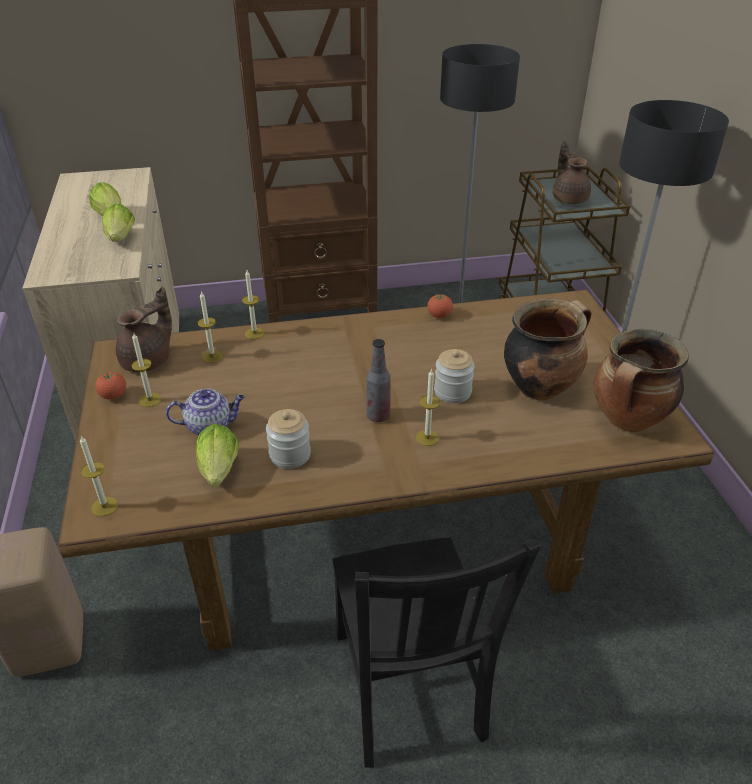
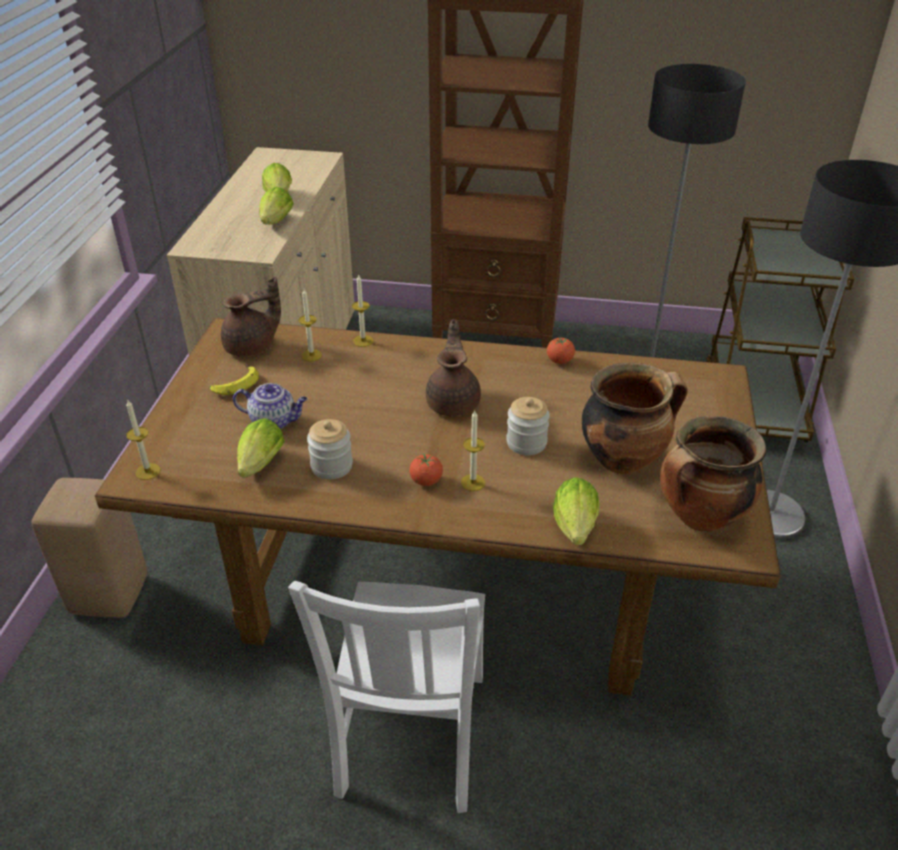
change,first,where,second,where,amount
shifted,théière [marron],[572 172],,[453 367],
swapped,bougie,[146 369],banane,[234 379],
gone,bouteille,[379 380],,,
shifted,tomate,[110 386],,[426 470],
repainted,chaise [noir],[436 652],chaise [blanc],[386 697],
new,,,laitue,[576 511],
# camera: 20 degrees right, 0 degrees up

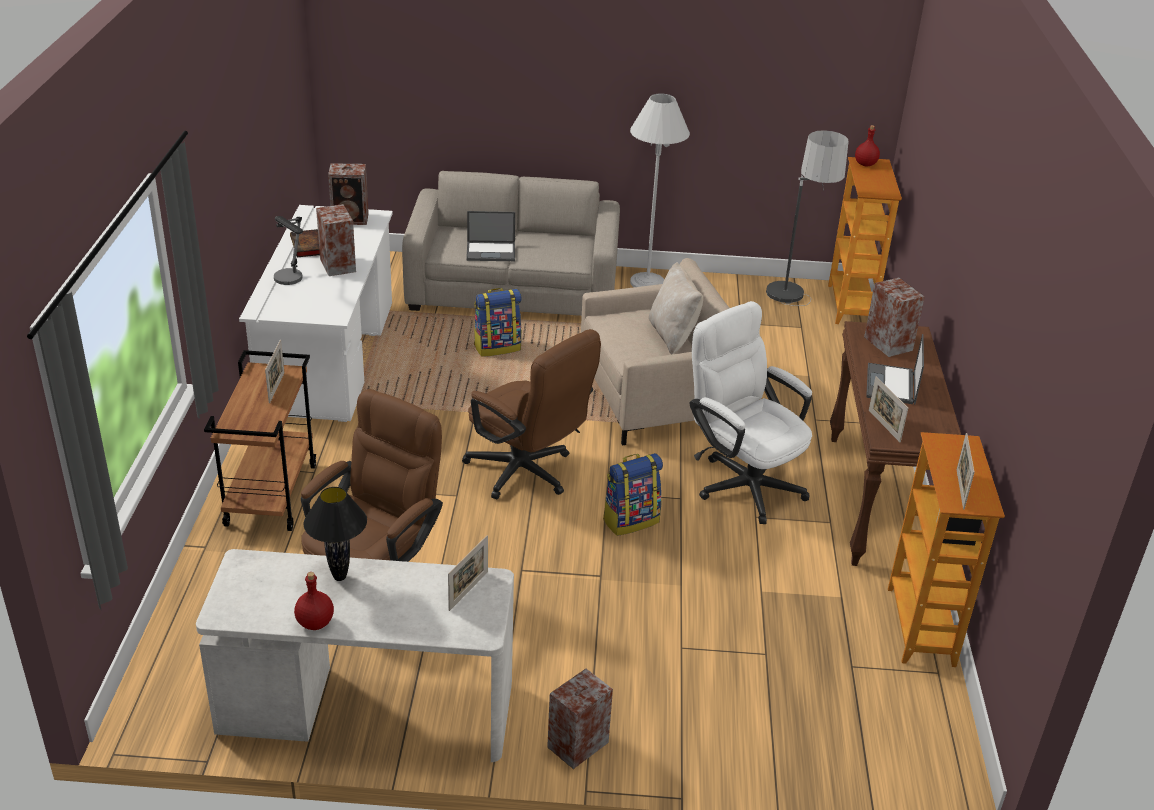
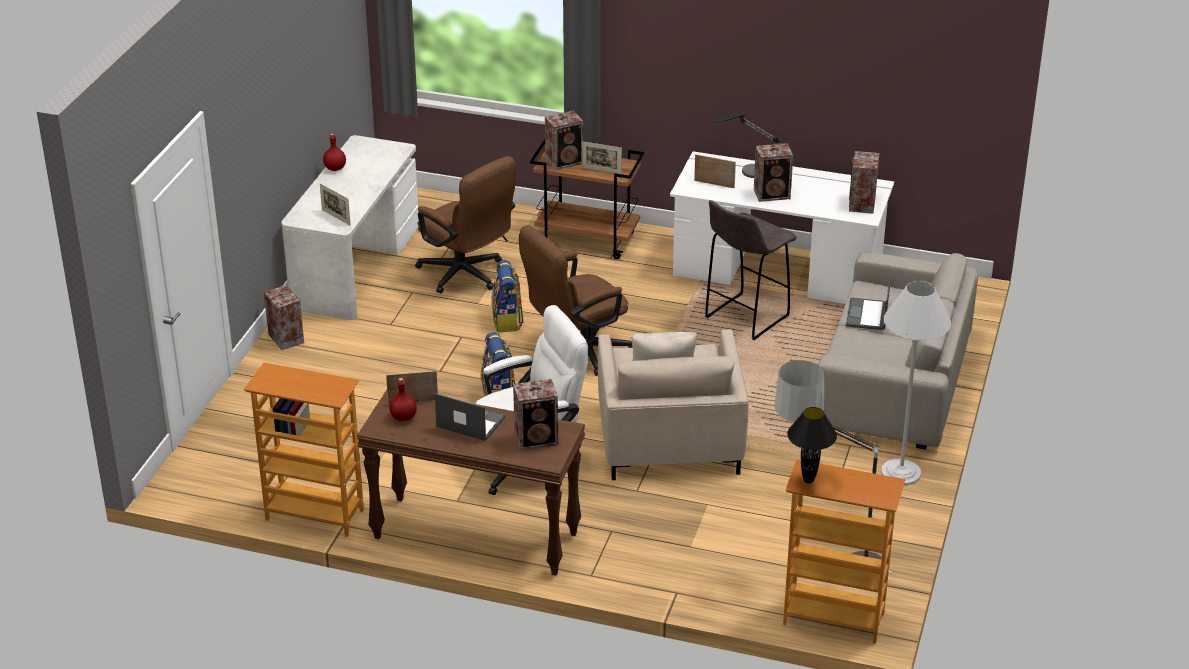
change,first,where,second,where,amount
shifted,bouteille [rouge],[867 146],,[403 399],
gone,livre,[305 243],,,
shifted,sac à dos,[498 322],,[507 296],
shifted,cadre photo,[965 471],,[715 171],
shifted,lampe de table [noir],[335 534],,[812 445],
new,,,enceinte,[564 140],
new,,,tabouret [gris],[751 270],
# camera: 105 degrees right, 0 degrees up

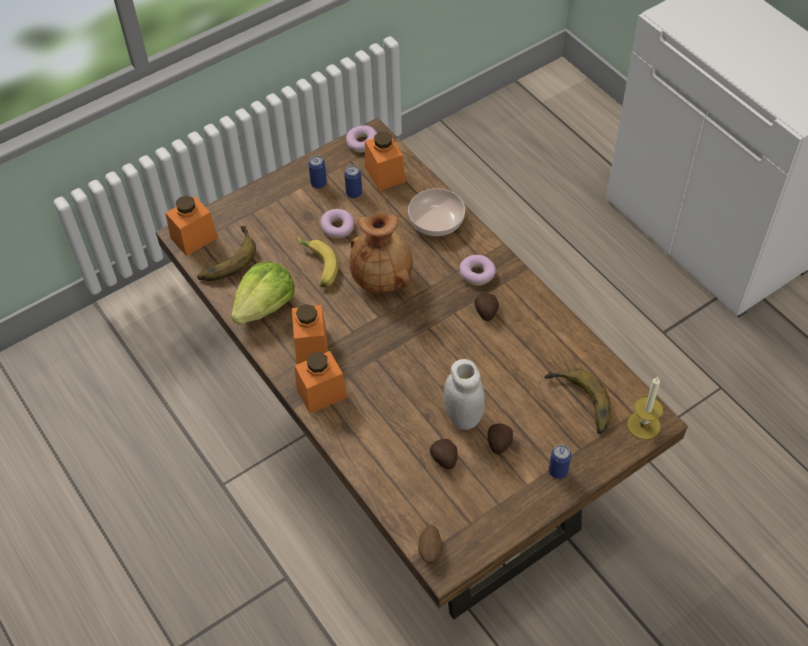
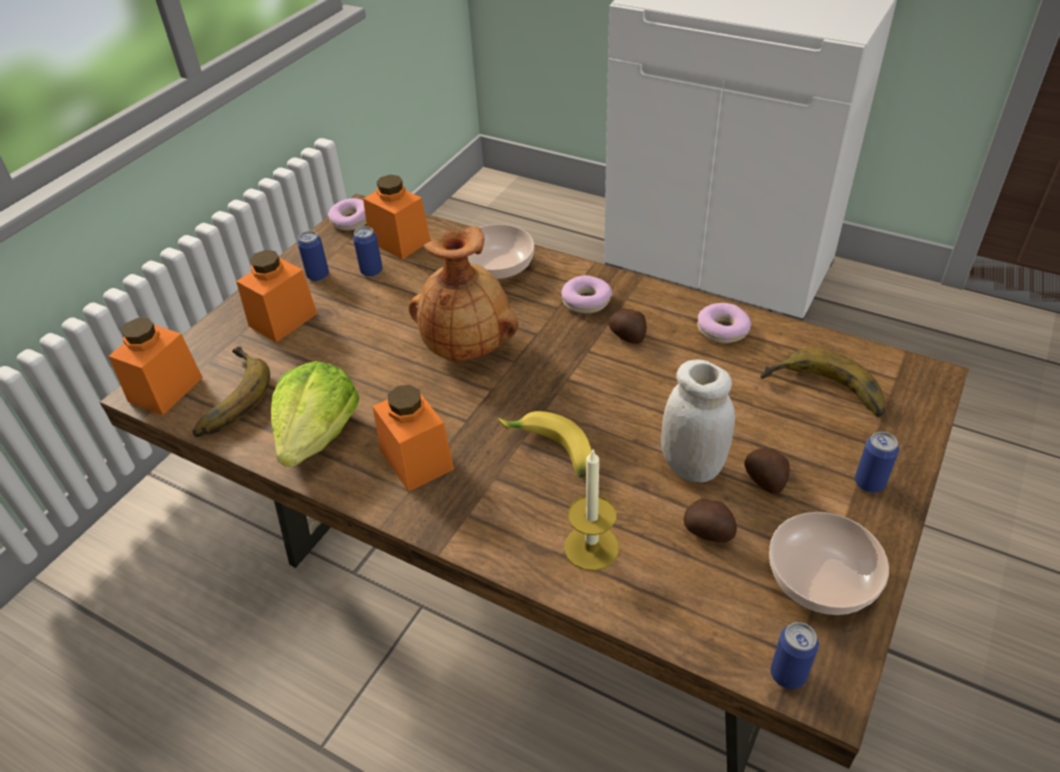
change,first,where,second,where,amount
shifted,beignet,[337 223],,[724 323],
shifted,banane,[318 261],,[545 444],
shifted,bocal [orange],[321 382],,[276 296],
shifted,bougie,[645 408],,[591 509],
swapped,pomme de terre,[430 544],boîte métallique,[795 655],
new,,,bol,[829 563],
# camera: 25 degrees left, 10 degrees down

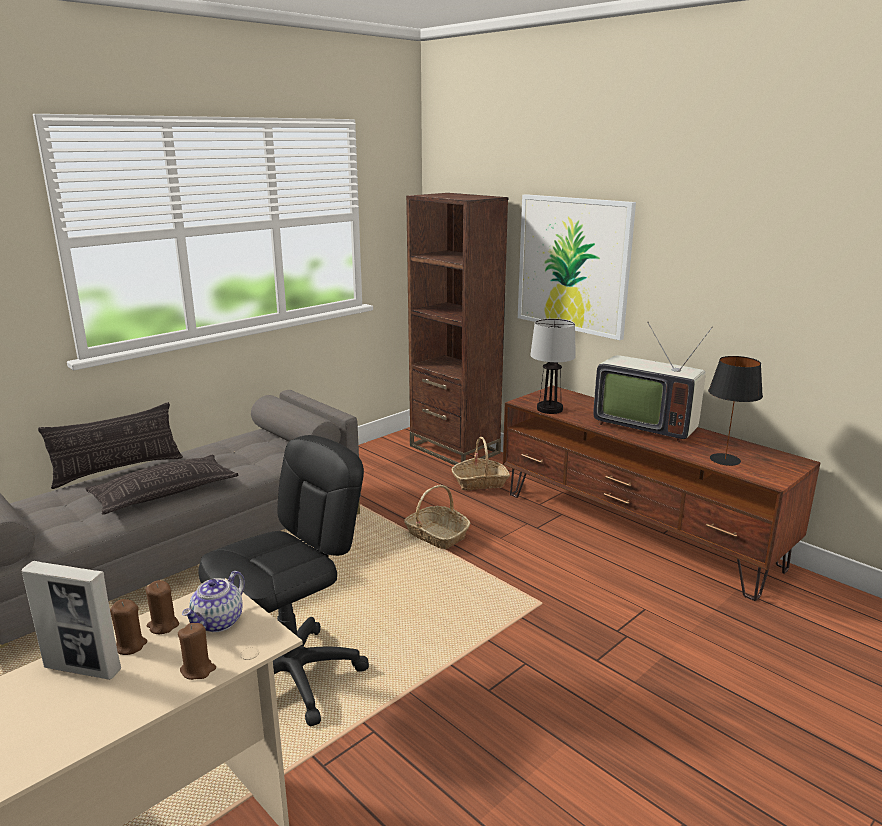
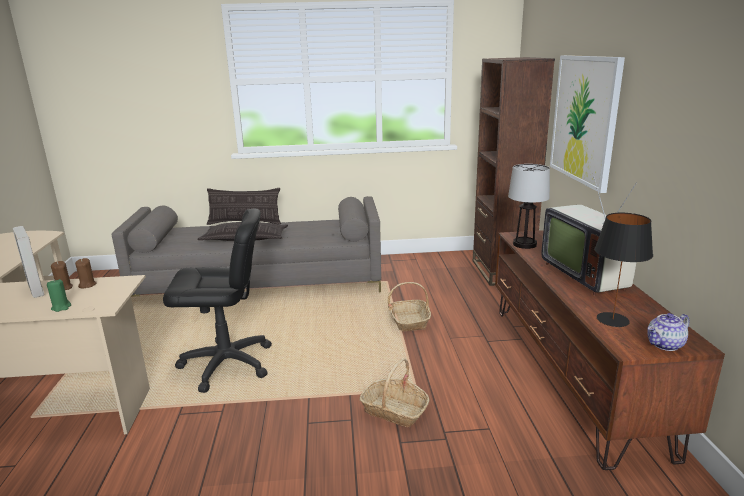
change,first,where,second,where,amount
shifted,panier,[481 463],,[394 392],
shifted,théière,[213 601],,[668 332],
repainted,bougie [marron],[197 651],bougie [vert],[59 295],
# camera: 40 degrees right, 0 degrees up

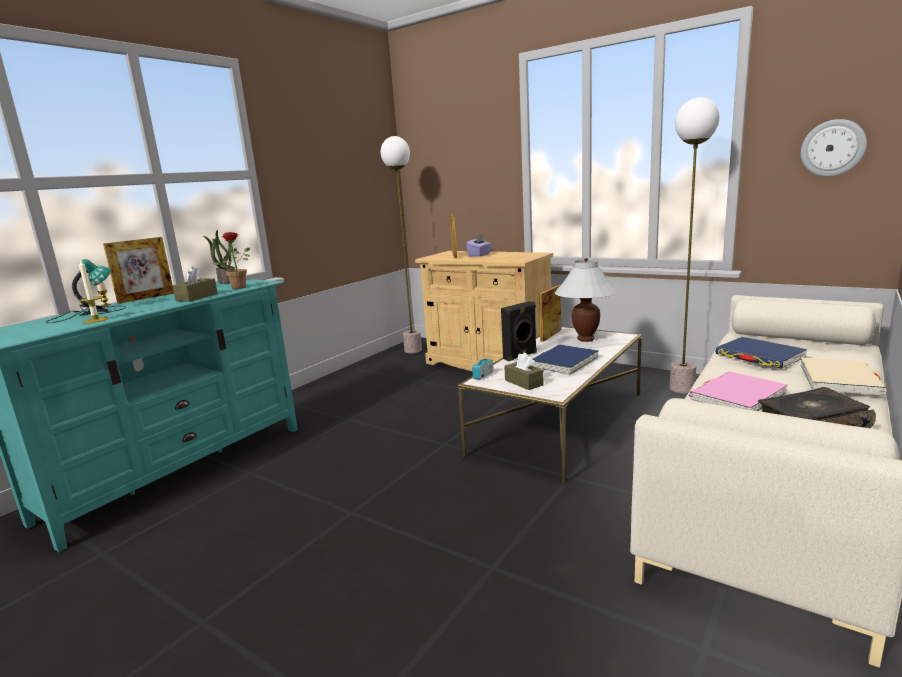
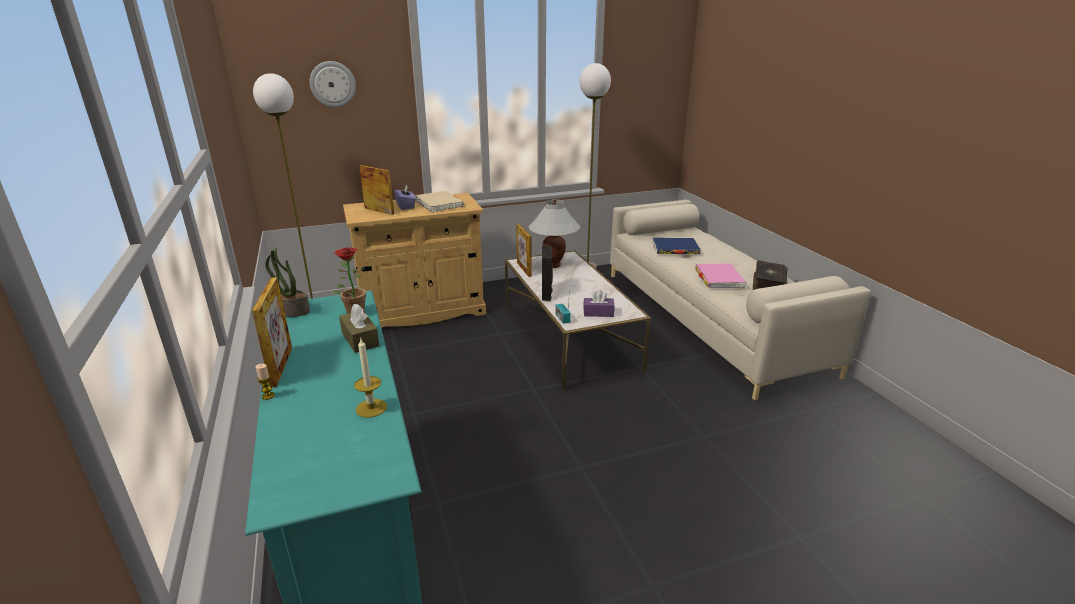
change,first,where,second,where,amount
shifted,horloge murale,[834 148],,[333 84],
gone,lampe de table,[85 291],,,
gone,livre [bleu],[565 359],,,
repainted,boîte à mouchoirs [marron],[524 371],boîte à mouchoirs [violet],[599 303],
shifted,livre [beige],[844 376],,[439 202],
# camera: 55 degrees left, 10 degrees up

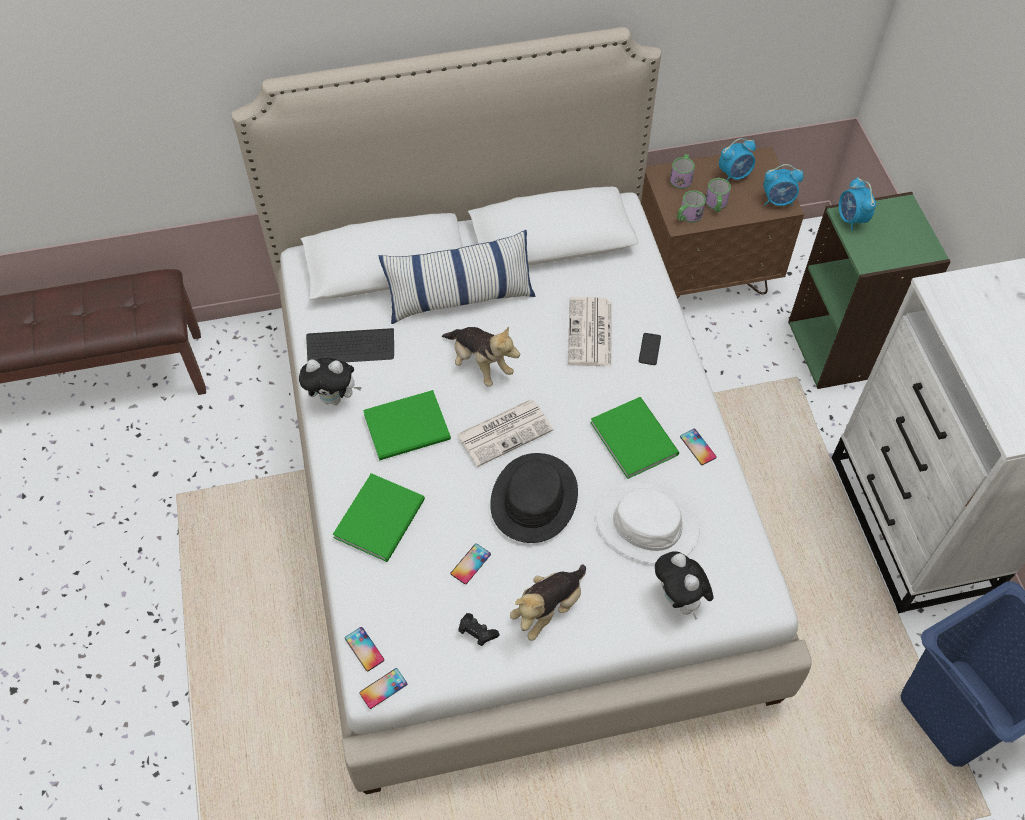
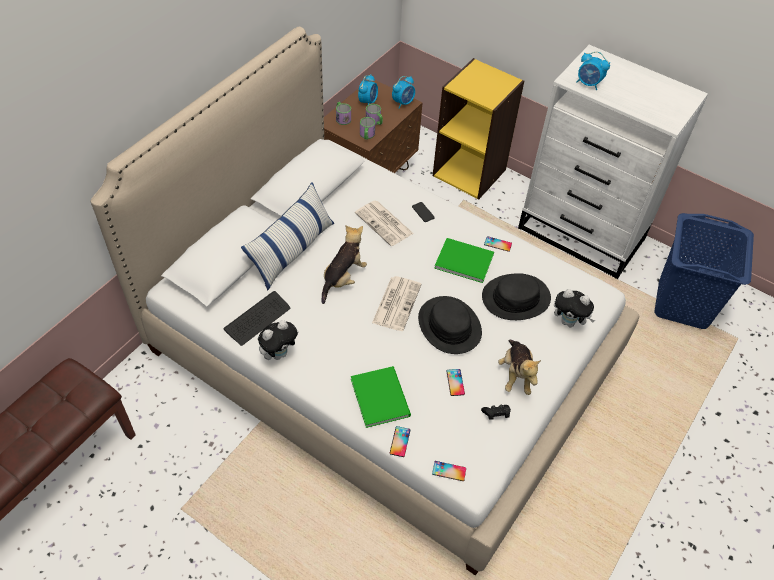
change,first,where,second,where,amount
shifted,réveil,[857 204],,[593 71],
repainted,bibliothèque [vert],[869 290],bibliothèque [jaune],[478 129],
rotated,peluche,[481 356],,[344 264],60 degrees counterclockwise
gone,livre [vert],[407 425],,,
repainted,chapeau [blanc],[647 523],chapeau [noir],[516 296],
shifted,téléphone,[383 688],,[400 441],
# camera: 45 degrees left, 5 degrees down

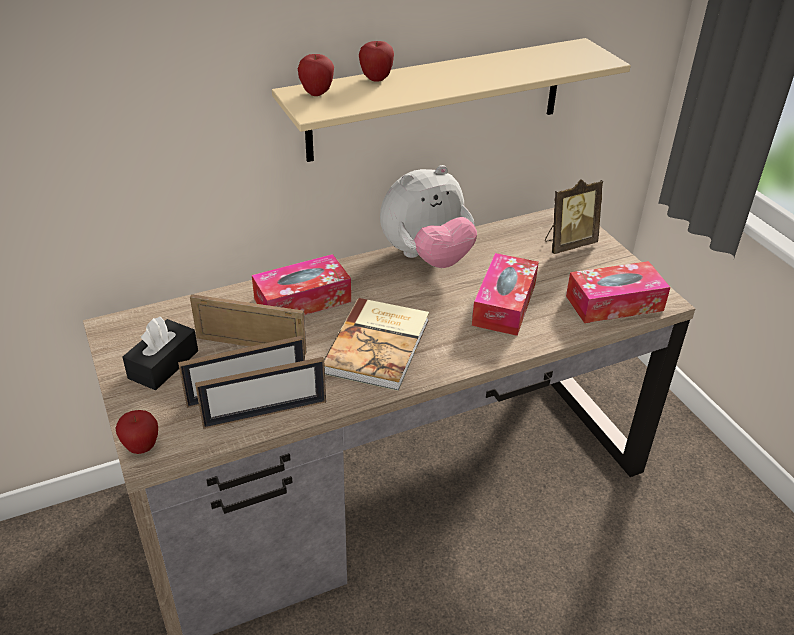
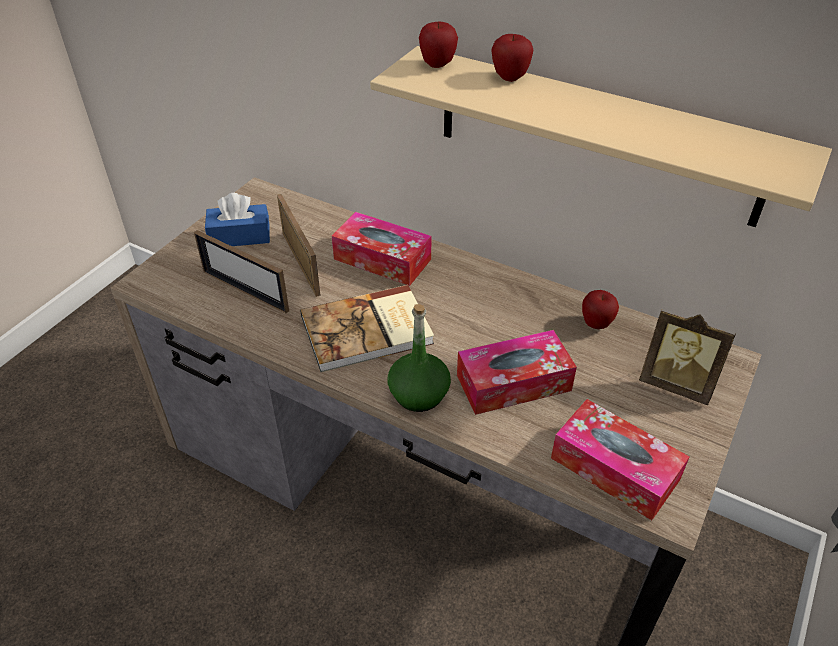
change,first,where,second,where,amount
gone,peluche,[428 216],,,
repainted,boîte à mouchoirs [noir],[160 353],boîte à mouchoirs [bleu],[237 219],
gone,cadre photo,[260 393],,,
shifted,pomme,[136 432],,[600 309],
new,,,bouteille [vert],[419 358],
# camera: 55 degrees right, 5 degrees up

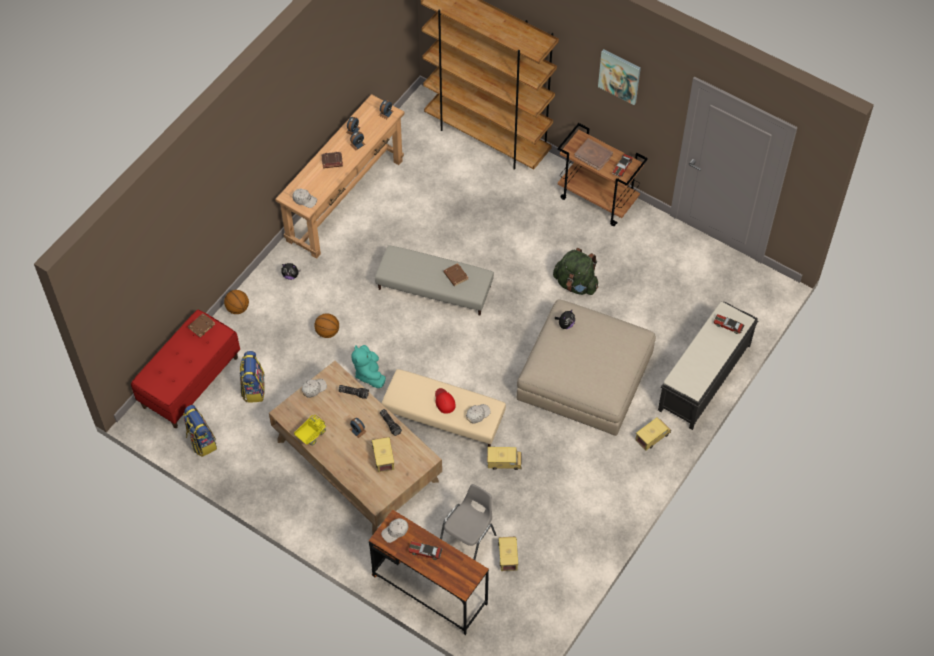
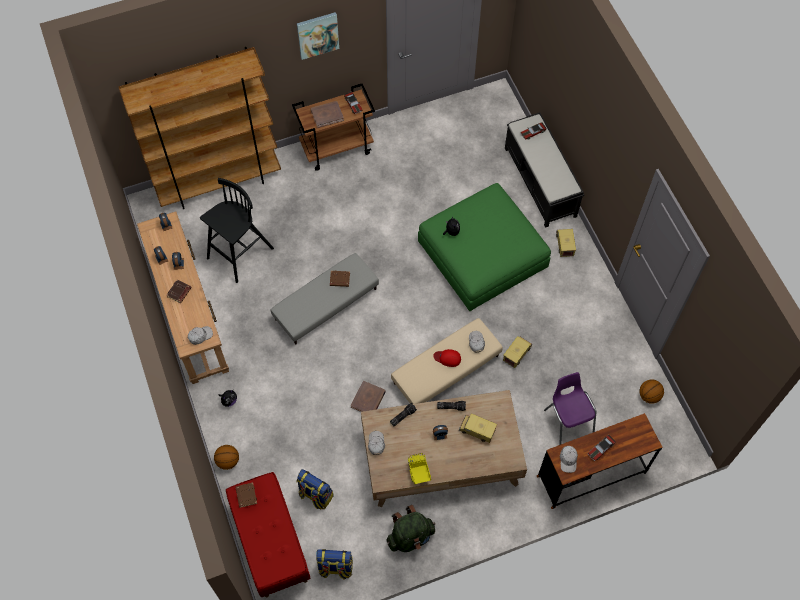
change,first,where,second,where,amount
shifted,sac à dos [vert],[575 271],,[411 528],
repainted,pouf [beige],[586 367],pouf [vert],[484 247],
shifted,ballon de basket,[326 325],,[651 391],
swapped,peluche [turquoise],[368 366],livre [marron],[368 396],
repainted,chaise [gris],[468 522],chaise [violet],[570 408],
gone,camion jouet,[508 553],,,
new,,,tabouret [noir],[237 230],
# camera: 55 degrees left, 5 degrees up

